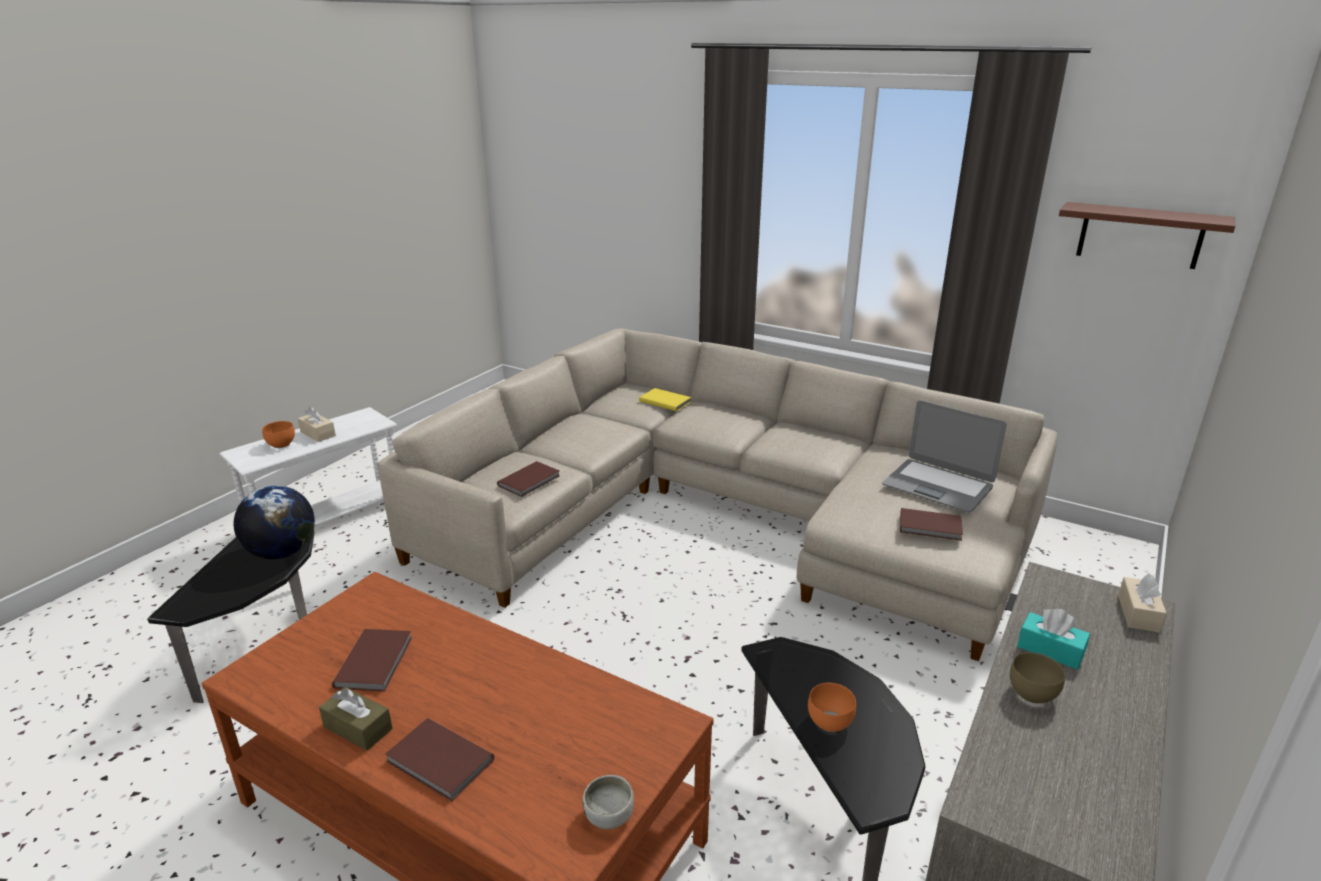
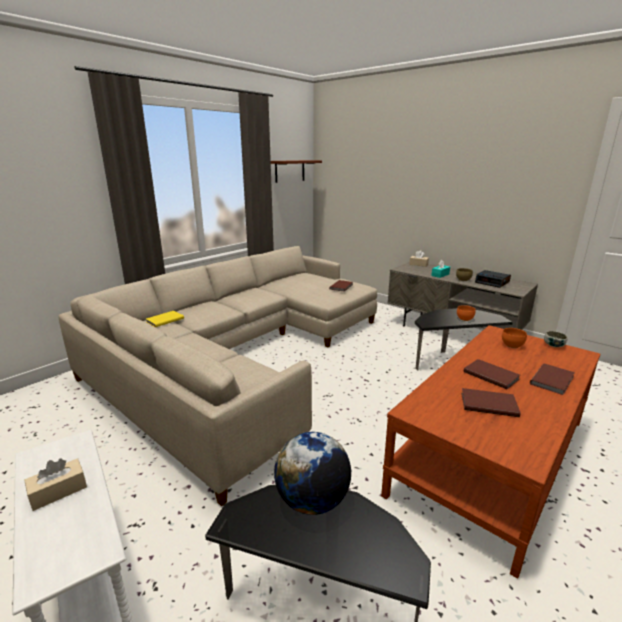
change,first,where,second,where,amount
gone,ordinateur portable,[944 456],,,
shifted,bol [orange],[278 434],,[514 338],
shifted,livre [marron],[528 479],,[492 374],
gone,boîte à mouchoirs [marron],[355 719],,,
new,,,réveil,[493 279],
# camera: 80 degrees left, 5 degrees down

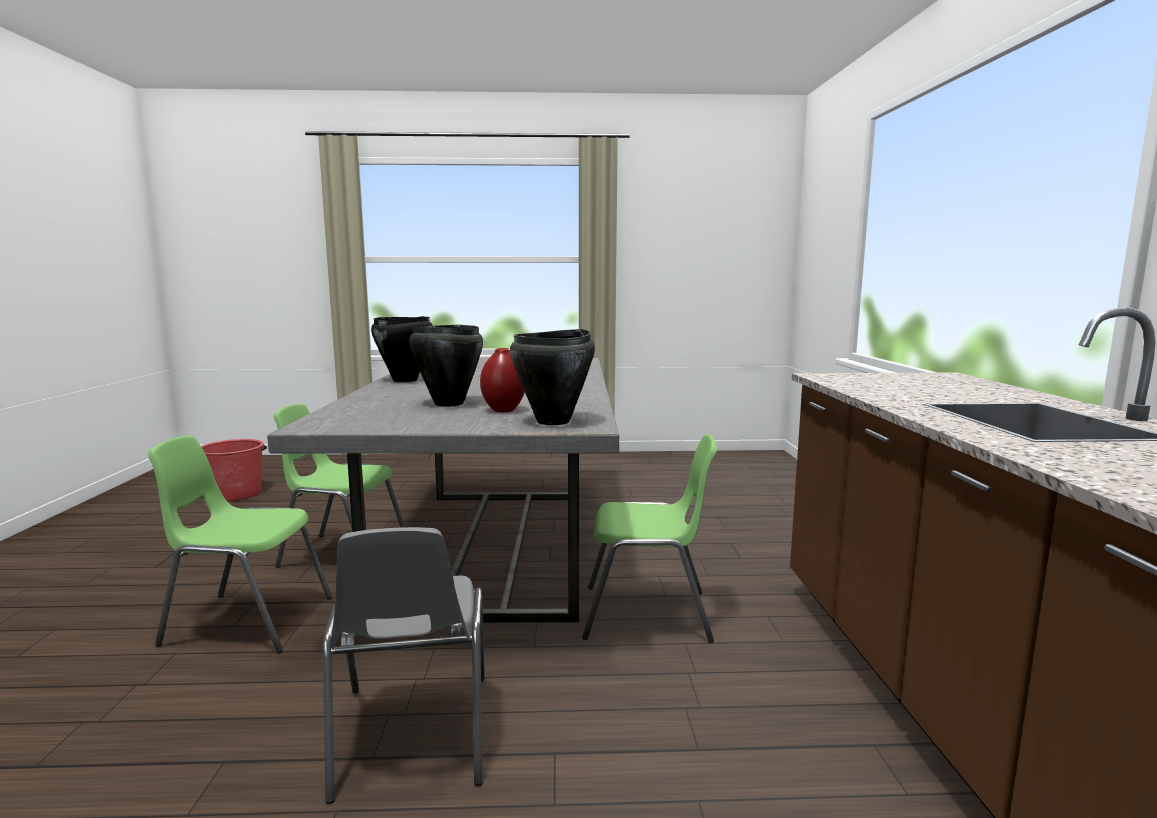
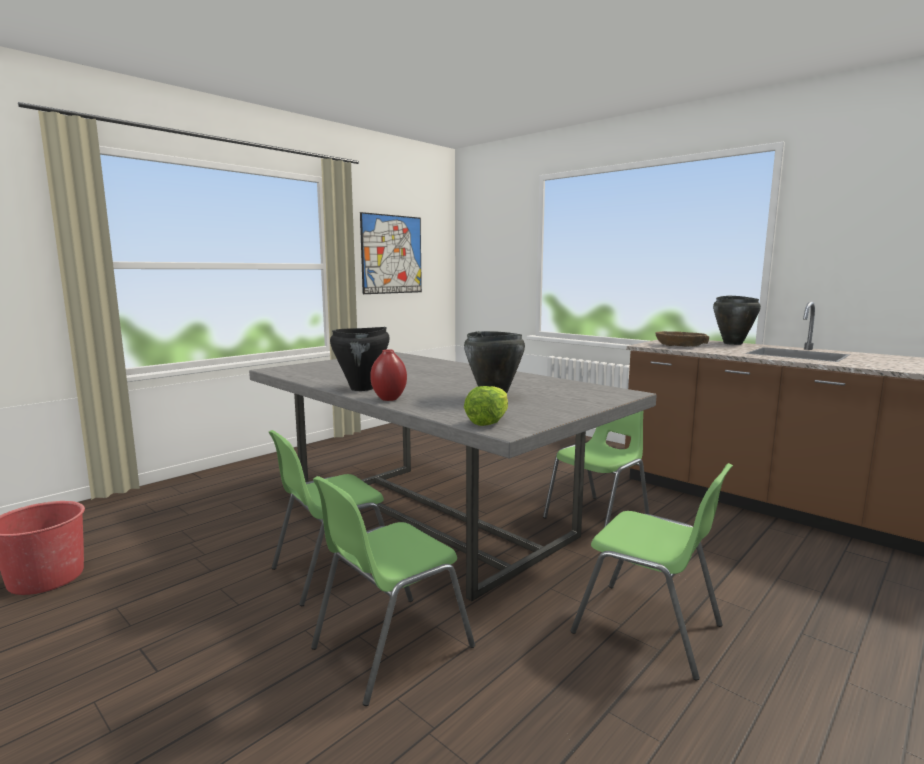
change,first,where,second,where,amount
shifted,marmite [noir],[552 377],,[737 320],
shifted,vase [rouge],[502 380],,[388 375],
repainted,chaise [gris],[404 665],chaise [vert],[651 572],
new,,,tableau,[391 253],
new,,,bol [marron],[682 339],
new,,,laitue,[486 406],
# camera: 45 degrees left, 0 degrees up

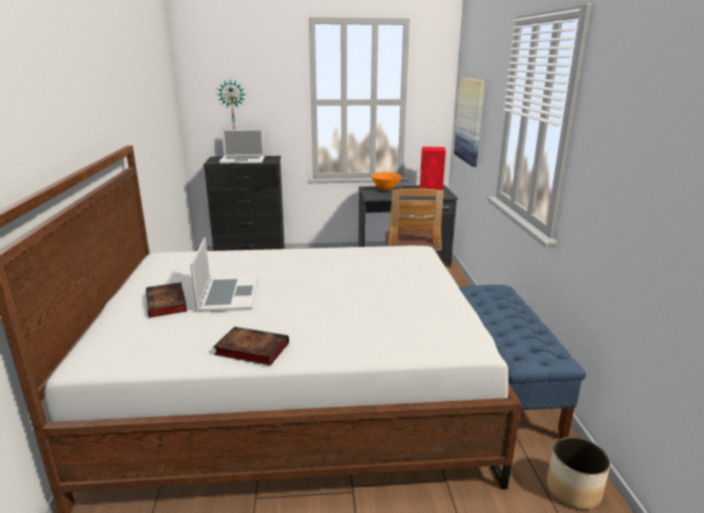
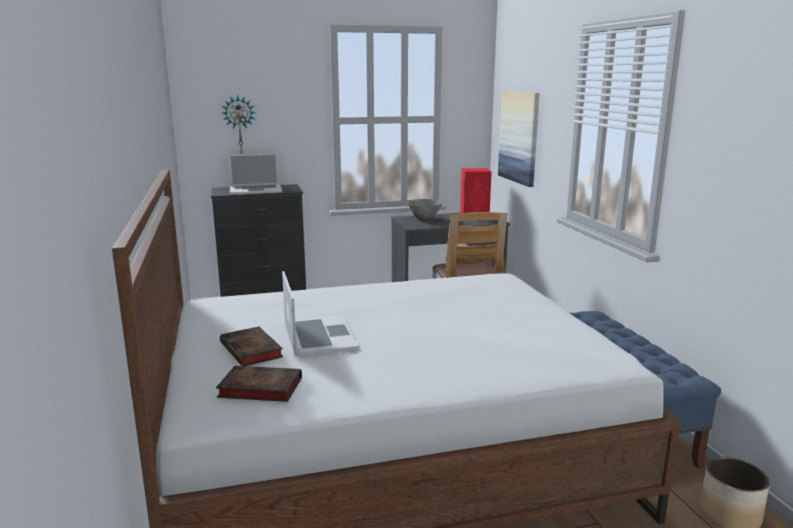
change,first,where,second,where,amount
repainted,bol [orange],[386 181],bol [gris],[425 209],
shifted,livre,[251 346],,[259 384],
# camera: 10 degrees left, 5 degrees down

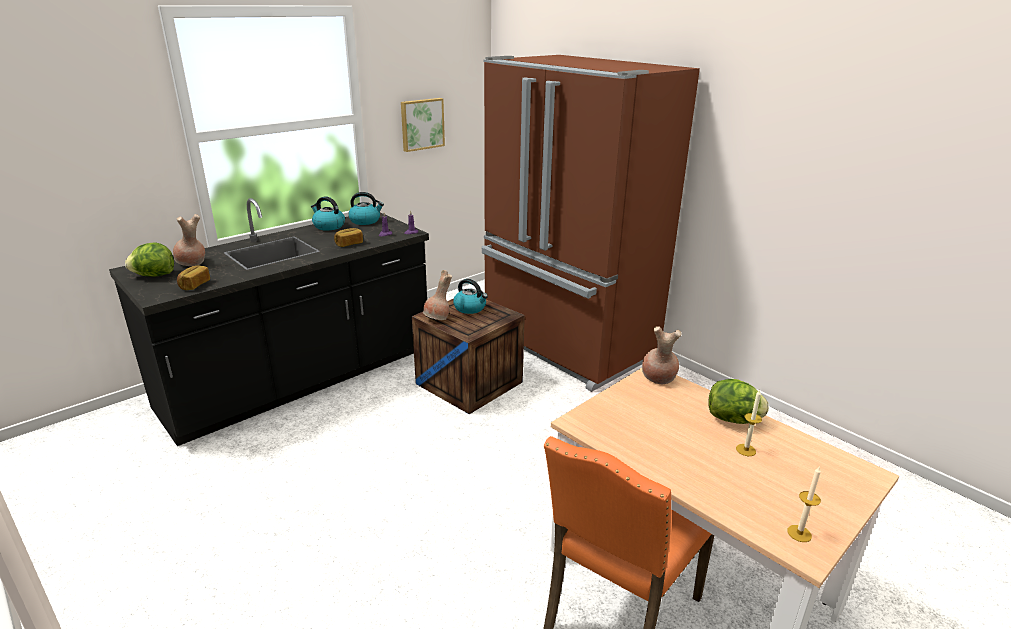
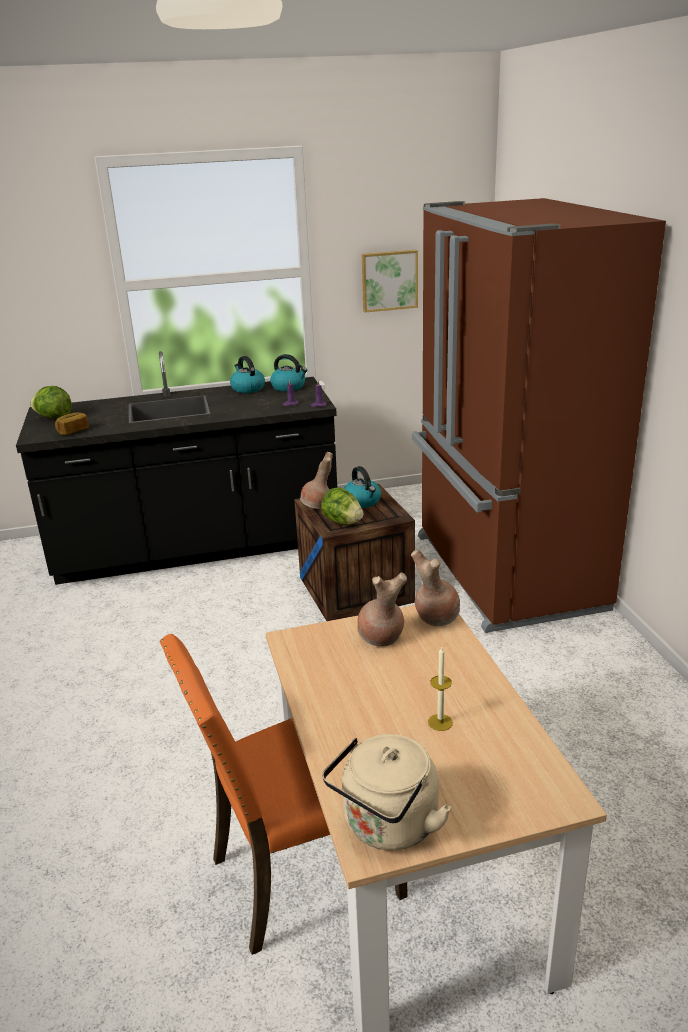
change,first,where,second,where,amount
shifted,vase [marron],[189 240],,[382 609],
gone,pain,[348 237],,,
shifted,laitue,[738 401],,[342 506],
swapped,bougie,[804 504],bouilloire [beige],[386 792],
# camera: 30 degrees right, 0 degrees up

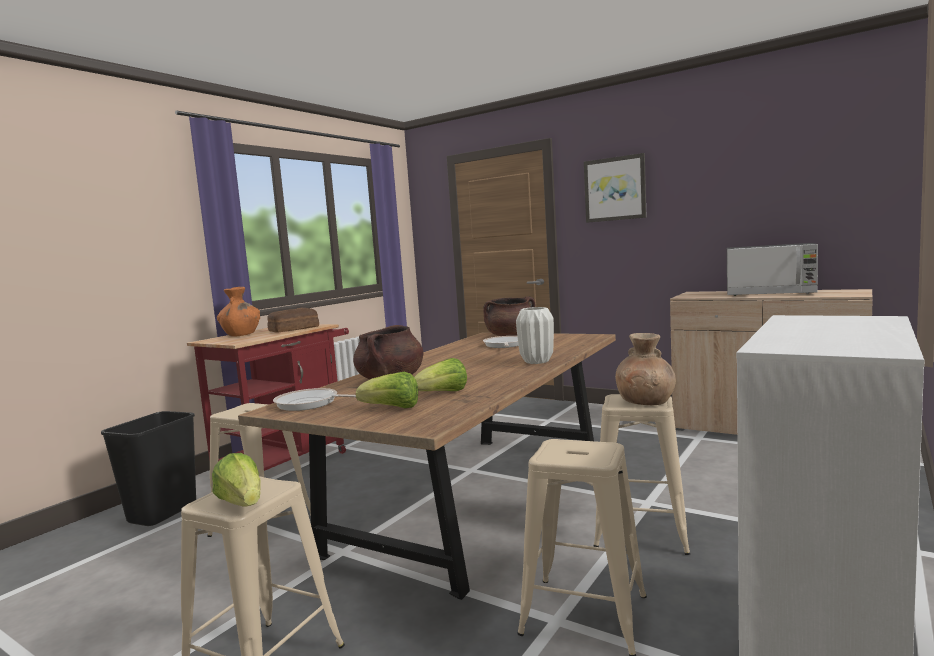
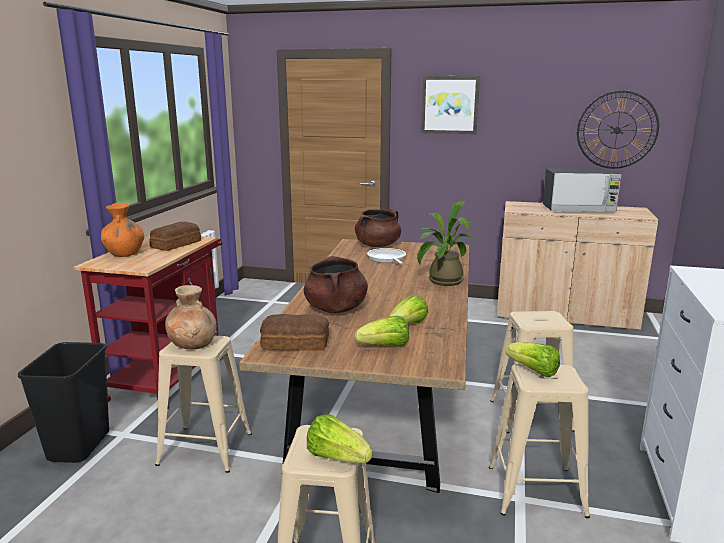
change,first,where,second,where,amount
swapped,vase [blanc],[535 335],plante en pot,[447 243],
shifted,vase [marron],[645 369],,[190 317],
swapped,poêle,[314 399],pain,[294 332],
new,,,horloge murale,[618 129],
new,,,laitue,[532 359],
# camera: 20 degrees left, 10 degrees up

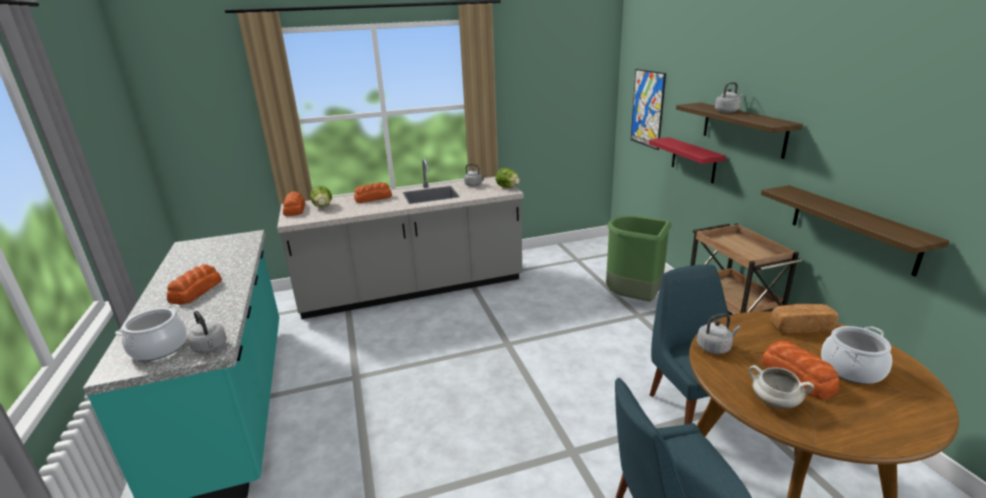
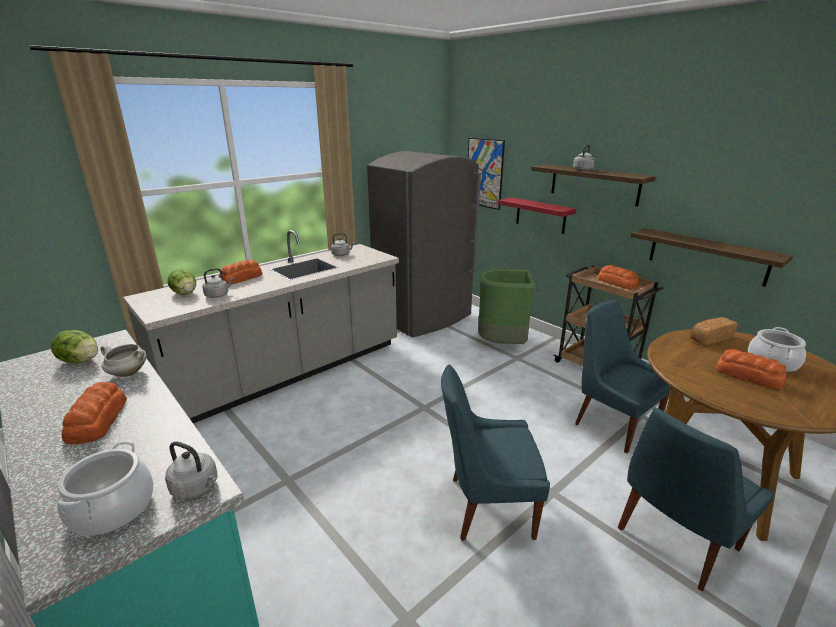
change,first,where,second,where,amount
shifted,laitue,[507 178],,[74 346],
shifted,pain,[294 203],,[618 277],
shifted,bouilloire [gris],[719 333],,[218 283],
shifted,marmite [blanc],[781 387],,[123 360],
new,,,réfrigérateur [gris],[424 244],
new,,,chaise [bleu],[495 452],
# camera: 25 degrees left, 0 degrees up

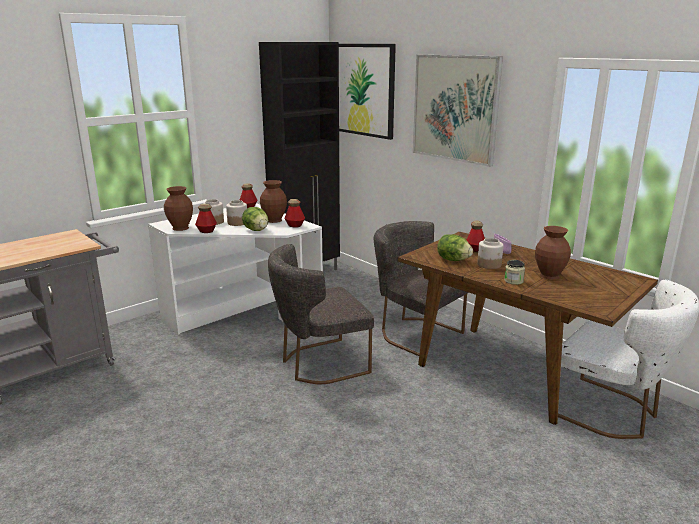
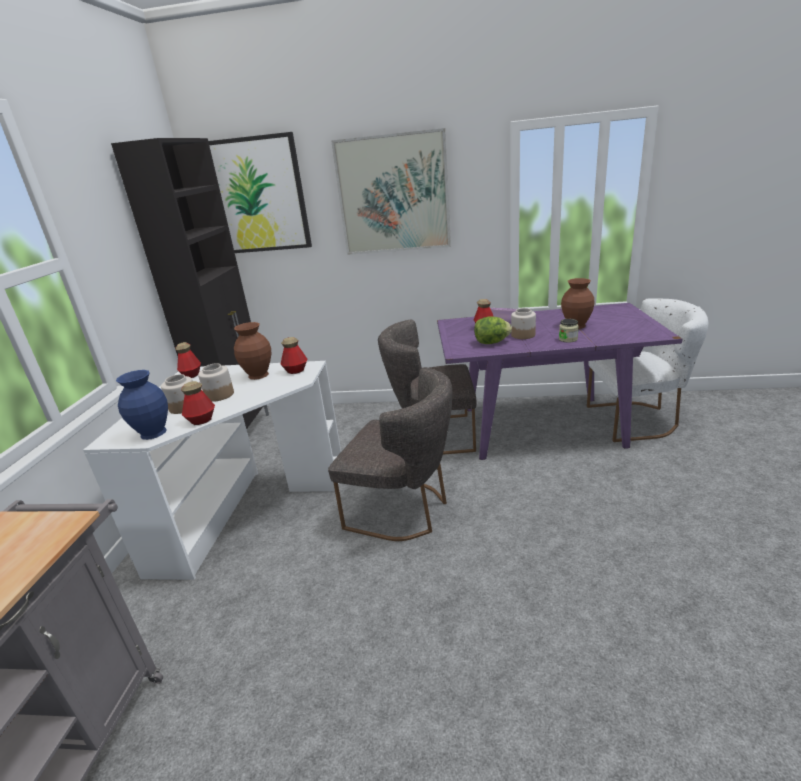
change,first,where,second,where,amount
repainted,vase [marron],[178 208],vase [bleu],[142 405],
gone,laitue,[255 219],,,
repainted,table à manger [marron],[527 328],table à manger [violet],[560 381],
rotated,chaise [gris],[321 314],,[390 454],90 degrees counterclockwise
# camera: 40 degrees left, 5 degrees up

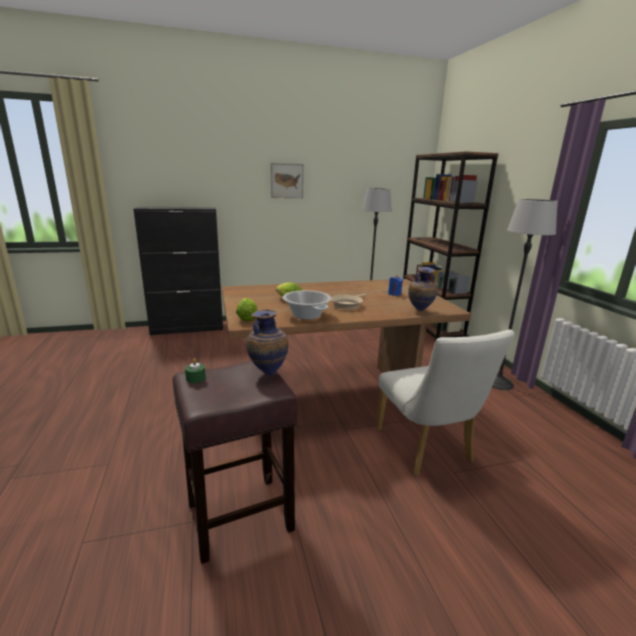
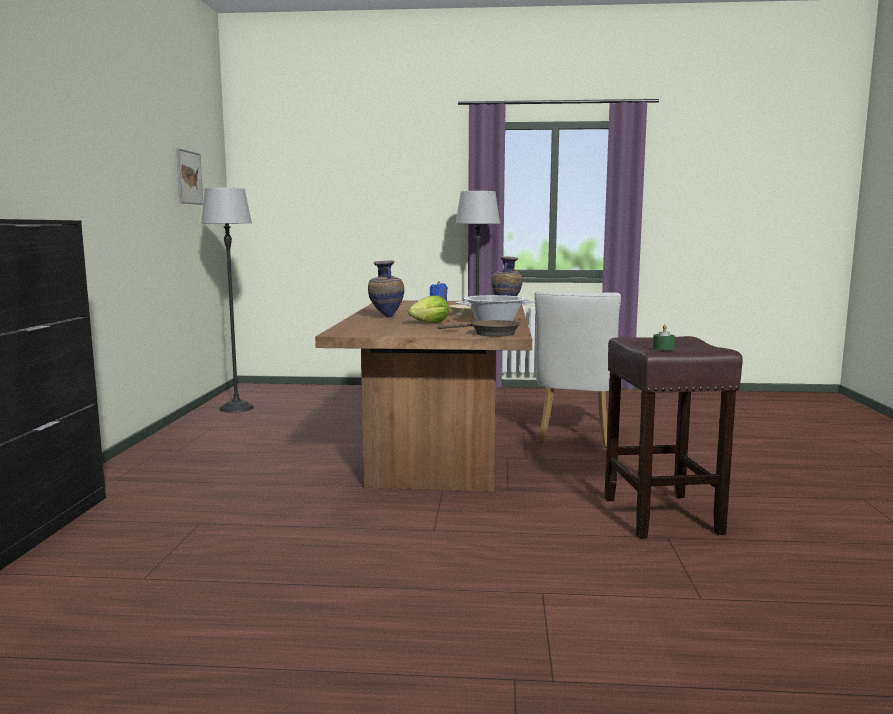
change,first,where,second,where,amount
gone,bibliothèque [marron],[451 246],,,
shifted,tableau,[287 180],,[189 176],
swapped,laitue,[246 310],poêle [marron],[479 328],
shifted,vase,[267 342],,[386 289],
rotated,chaise [blanc],[445 402],,[578 369],105 degrees clockwise
# camera: 70 degrees left, 10 degrees down

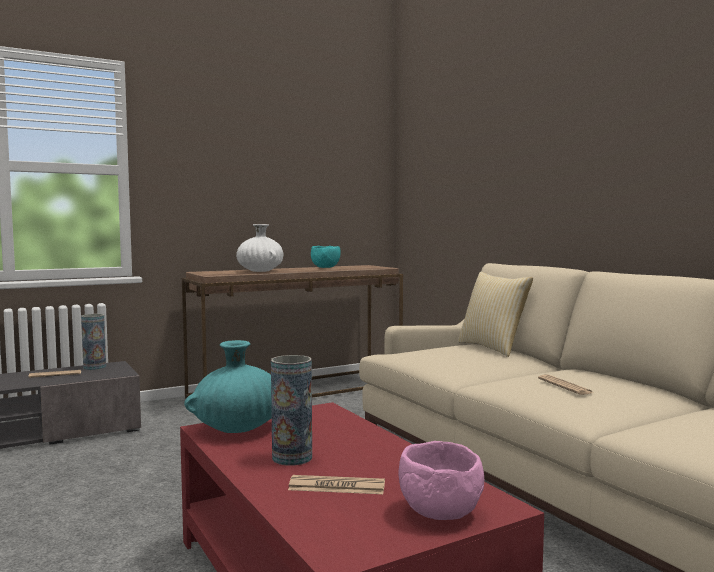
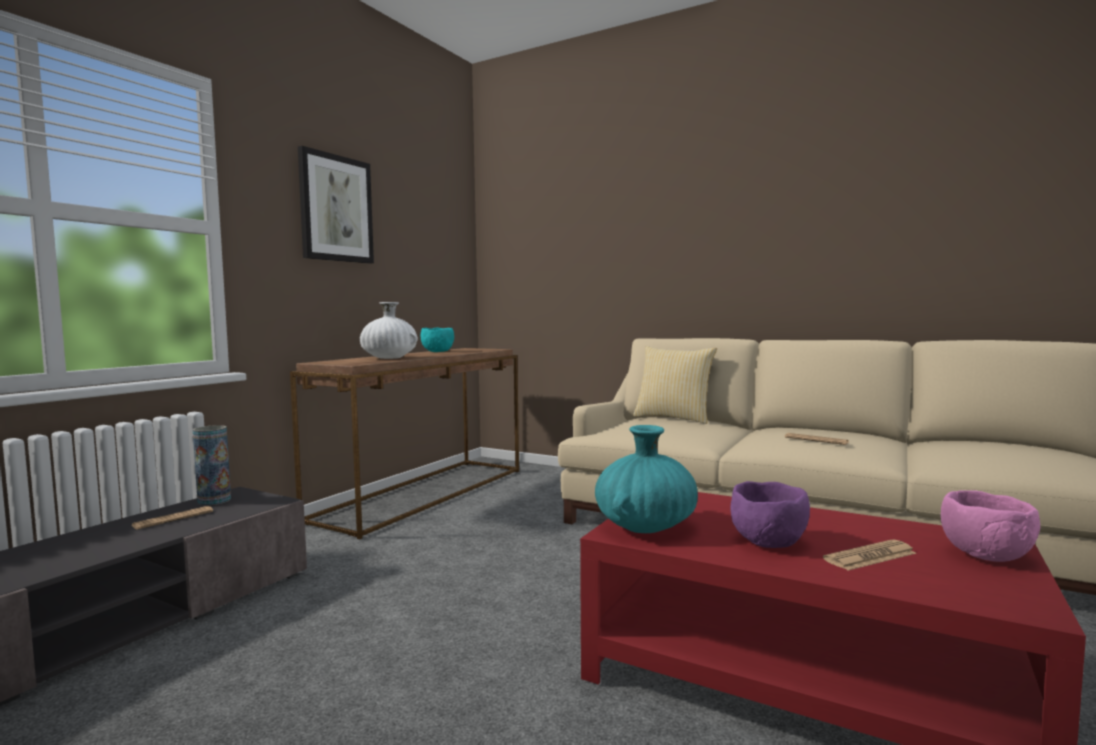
change,first,where,second,where,amount
swapped,vase,[291 410],bol [violet],[770 514],
new,,,tableau,[336 205],
# camera: 30 degrees left, 0 degrees up

